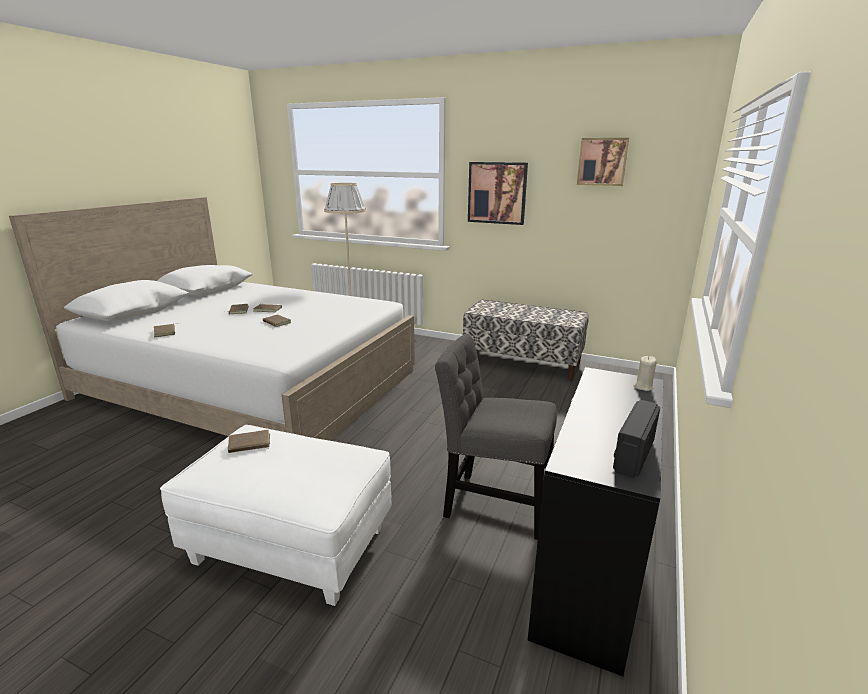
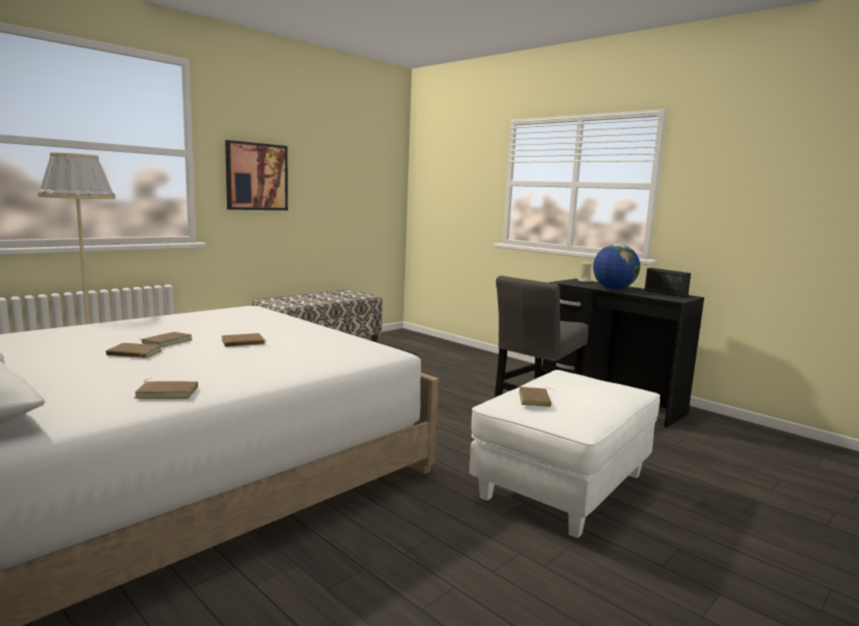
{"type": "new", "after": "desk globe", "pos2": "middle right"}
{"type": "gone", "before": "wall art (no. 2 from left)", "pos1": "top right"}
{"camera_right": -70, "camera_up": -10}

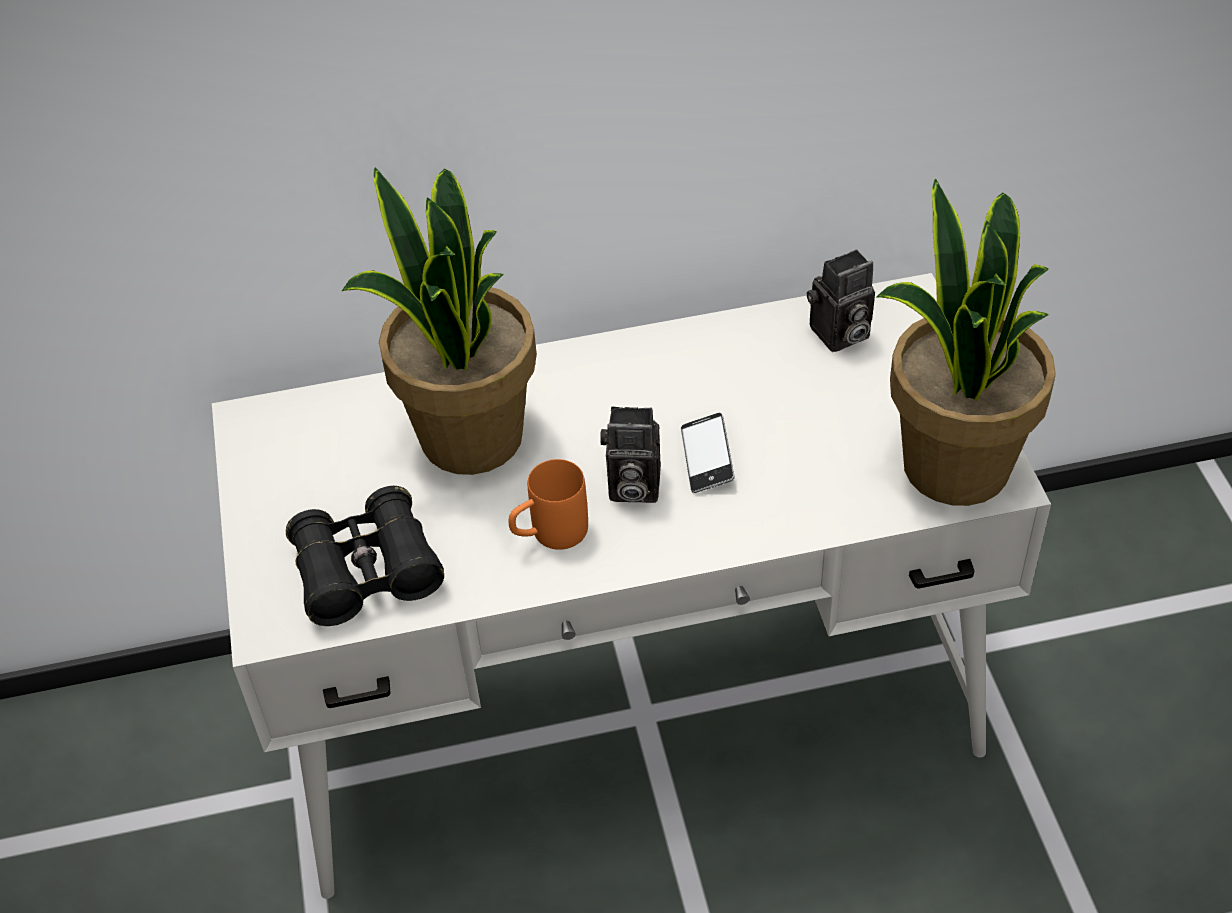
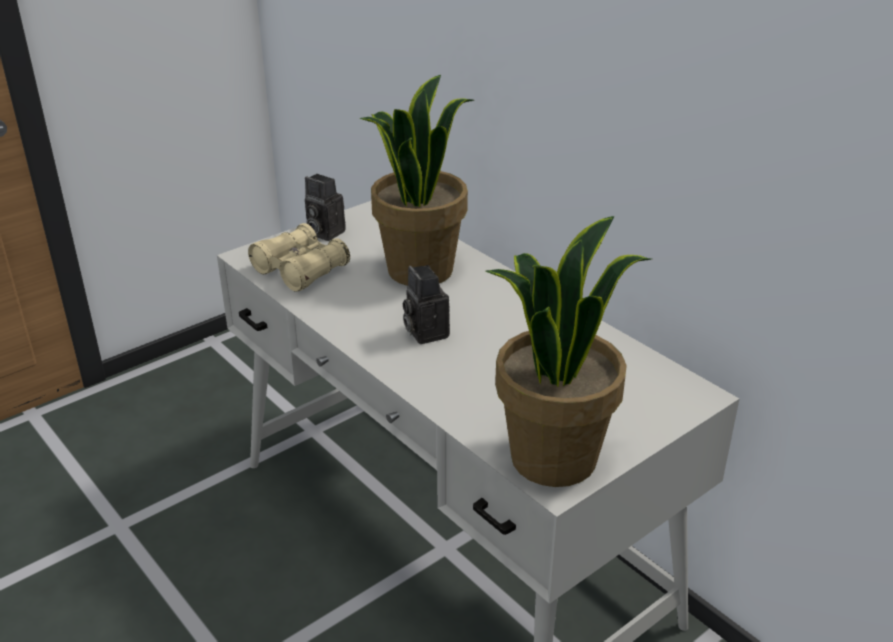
{"type": "repainted", "before": "black field glasses", "after": "beige field glasses", "pos1": "middle left", "pos2": "centre"}
{"type": "shifted", "before": "still camera (no. 2 from left in the first image)", "after": "still camera (no. 1 from left)", "pos1": "top right", "pos2": "top centre"}
{"type": "gone", "before": "orangey mug", "pos1": "centre"}
{"type": "gone", "before": "telephone", "pos1": "centre"}
{"camera_right": 60, "camera_up": -15}

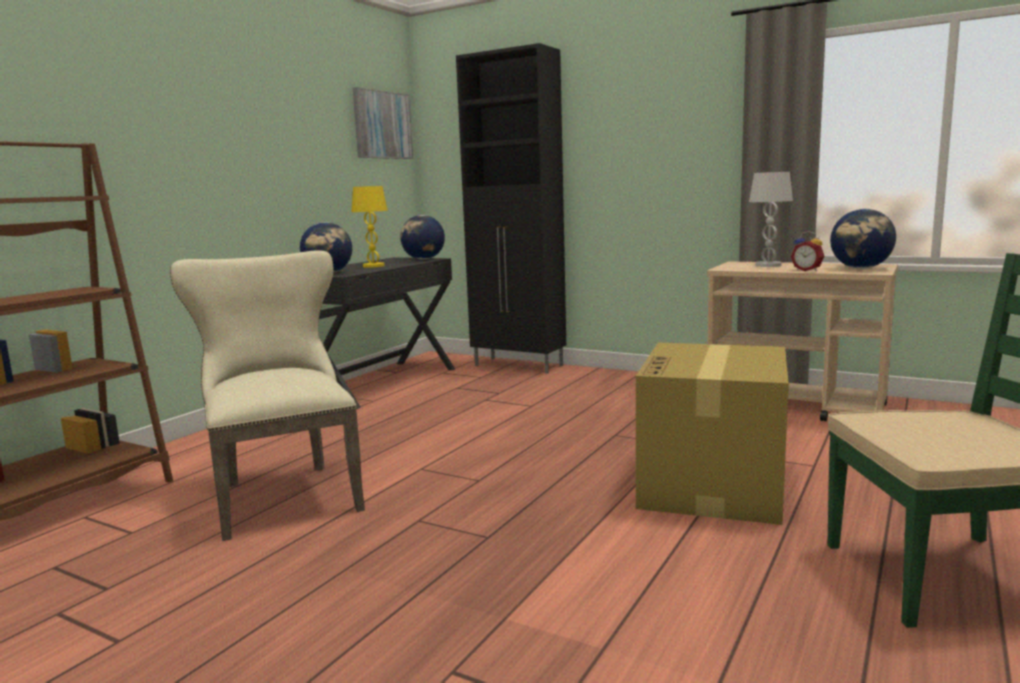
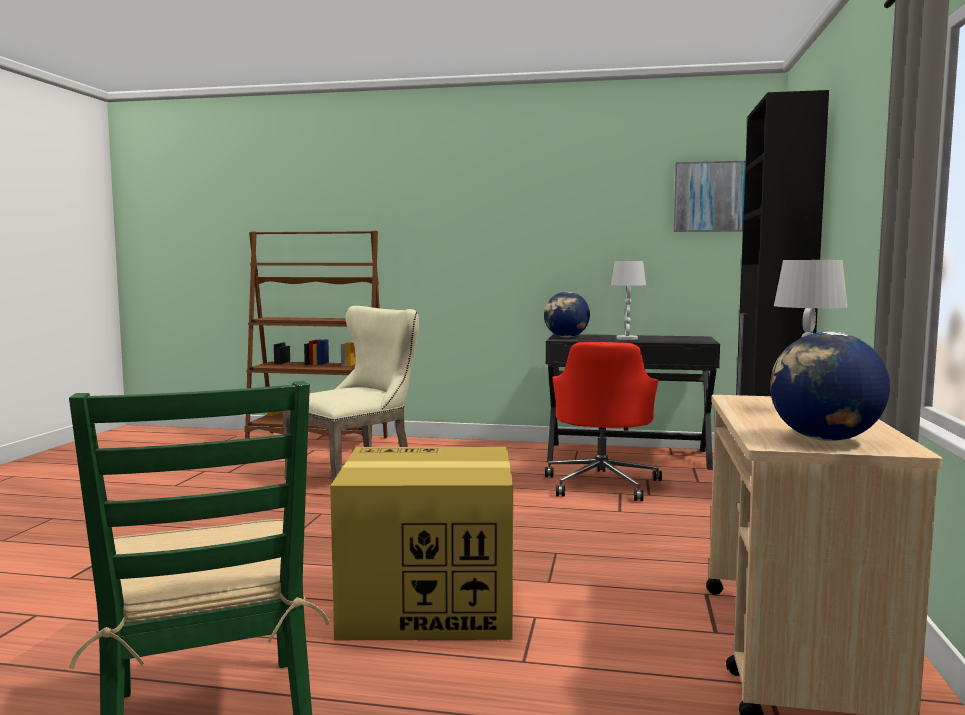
{"type": "new", "after": "reddish desk chair", "pos2": "centre"}
{"type": "repainted", "before": "yellowish tabletop lamp", "after": "white tabletop lamp (no. 1 from left)", "pos1": "top centre", "pos2": "centre"}
{"type": "gone", "before": "desk globe (no. 2 from left)", "pos1": "centre"}
{"type": "gone", "before": "alarm clock", "pos1": "middle right"}
{"camera_right": 70, "camera_up": -5}

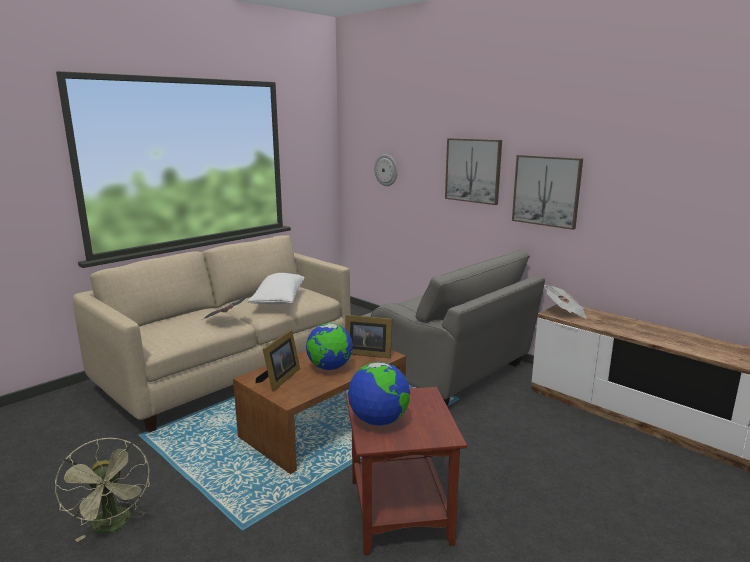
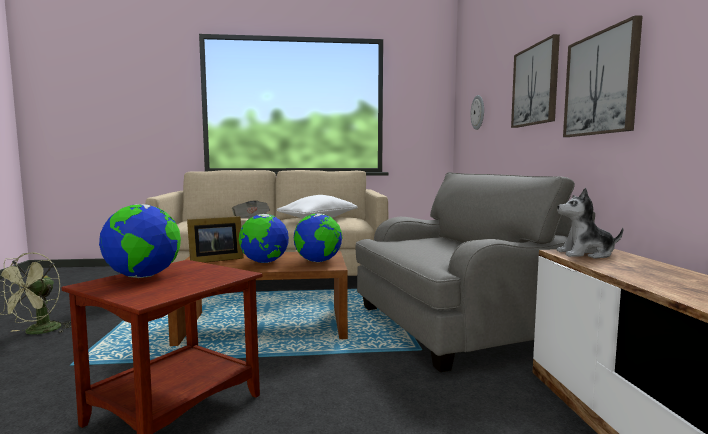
{"type": "swapped", "before": "picture frame (no. 2 from left)", "after": "desk globe (no. 3 from left)", "pos1": "centre", "pos2": "centre"}
{"type": "rotated", "before": "greyish easy chair", "pos1": "centre", "pos2": "middle right", "turn": -105}
{"type": "swapped", "before": "printed paper (no. 2 from left)", "after": "soft toy", "pos1": "middle right", "pos2": "middle right"}
{"camera_right": 40, "camera_up": -10}

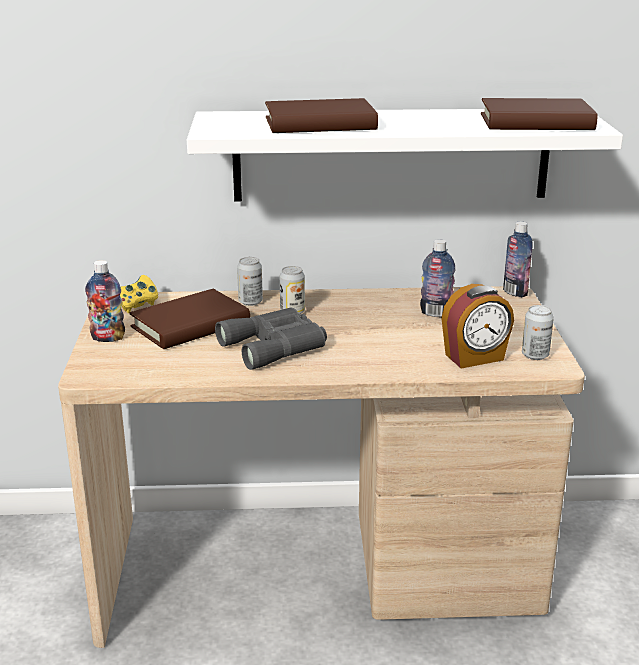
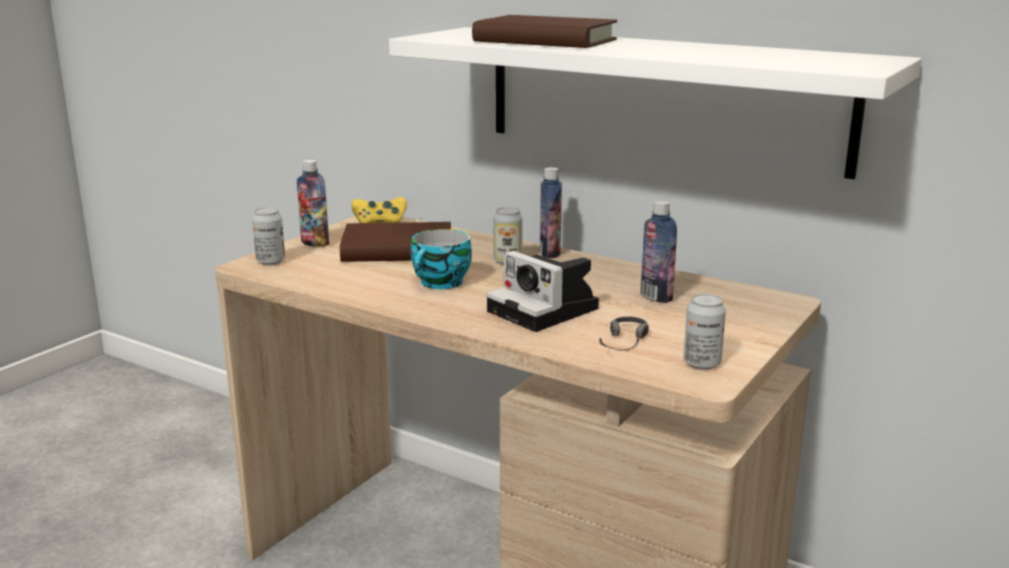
{"type": "shifted", "before": "metal can (no. 1 from left)", "pos1": "centre", "pos2": "middle left"}
{"type": "swapped", "before": "greyish field glasses", "after": "cup", "pos1": "centre", "pos2": "centre"}
{"type": "new", "after": "still camera", "pos2": "centre"}
{"type": "shifted", "before": "bottle (no. 3 from left in the first image)", "after": "bottle (no. 2 from left)", "pos1": "middle right", "pos2": "centre"}
{"type": "swapped", "before": "alarm clock", "after": "headset", "pos1": "middle right", "pos2": "centre"}
{"type": "gone", "before": "brownish volume (no. 3 from left)", "pos1": "top right"}
{"camera_right": 35, "camera_up": -5}

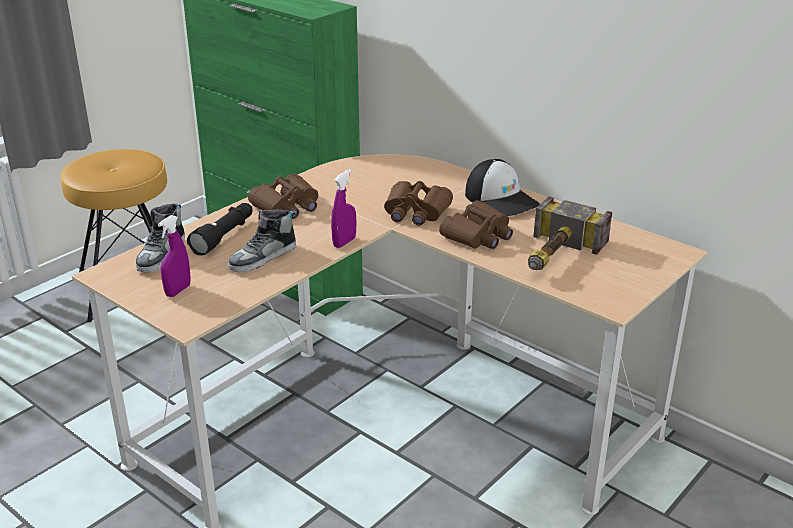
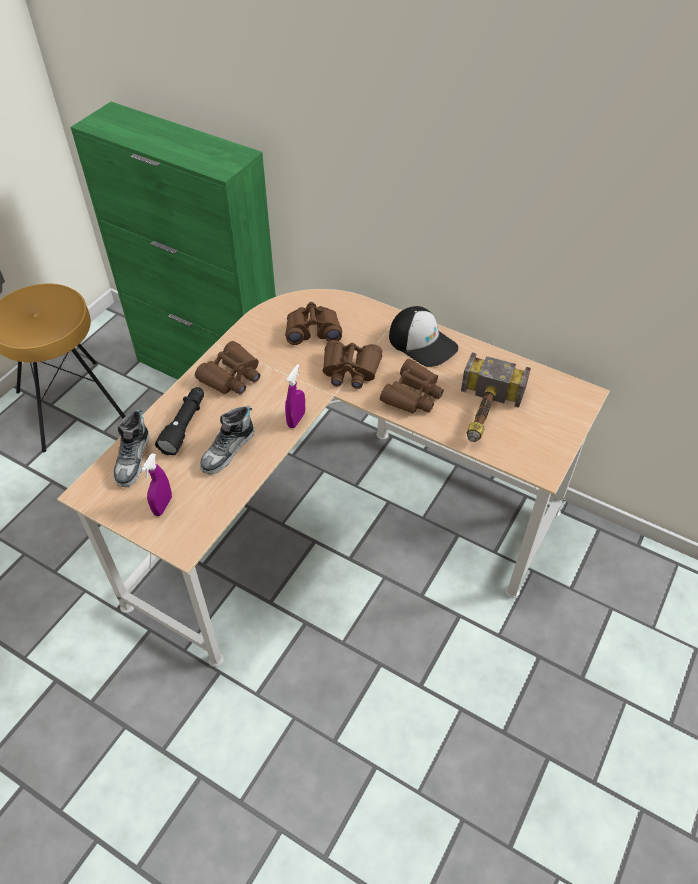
{"type": "new", "after": "brownish field glasses (no. 2 from left)", "pos2": "centre"}
{"camera_right": -10, "camera_up": 20}

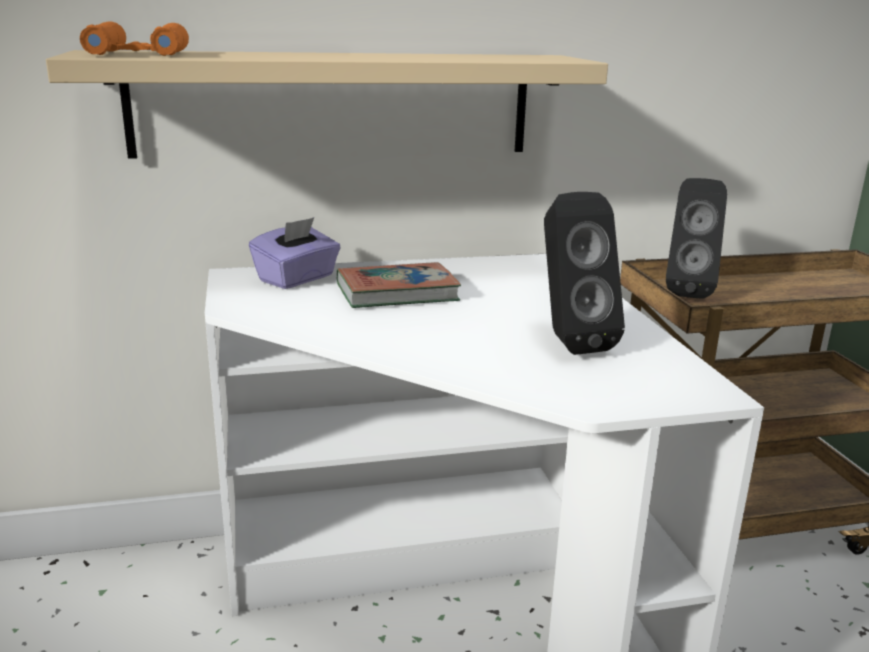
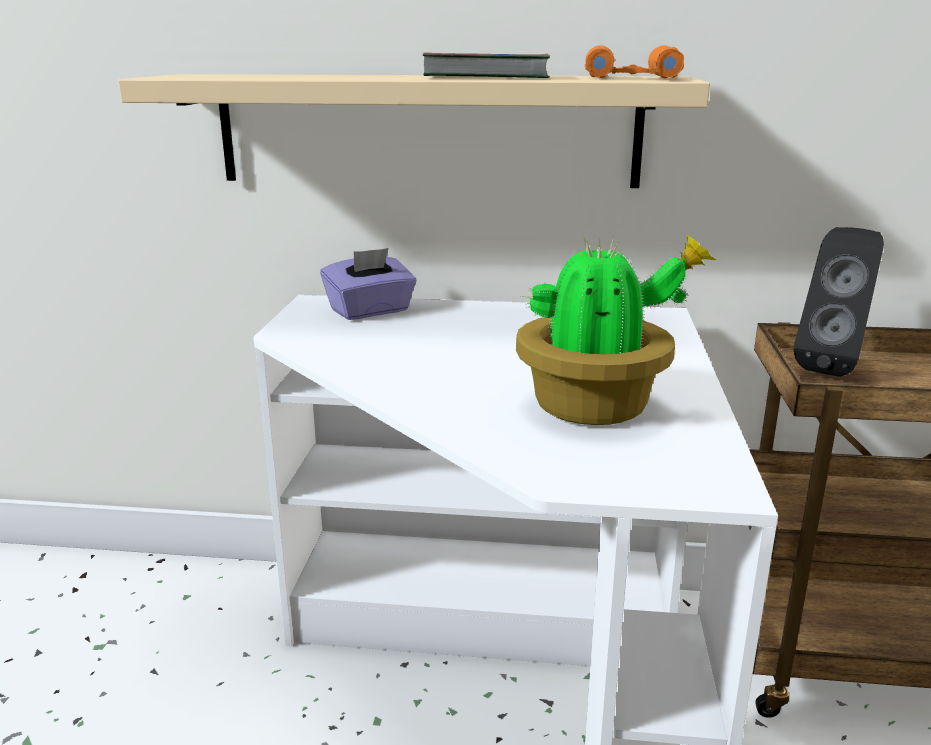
{"type": "shifted", "before": "volume", "pos1": "centre", "pos2": "top centre"}
{"type": "swapped", "before": "black loudspeaker (no. 1 from left)", "after": "plant in a pot", "pos1": "middle right", "pos2": "centre"}
{"type": "shifted", "before": "orangey field glasses", "pos1": "top left", "pos2": "top right"}
{"camera_right": 20, "camera_up": 0}

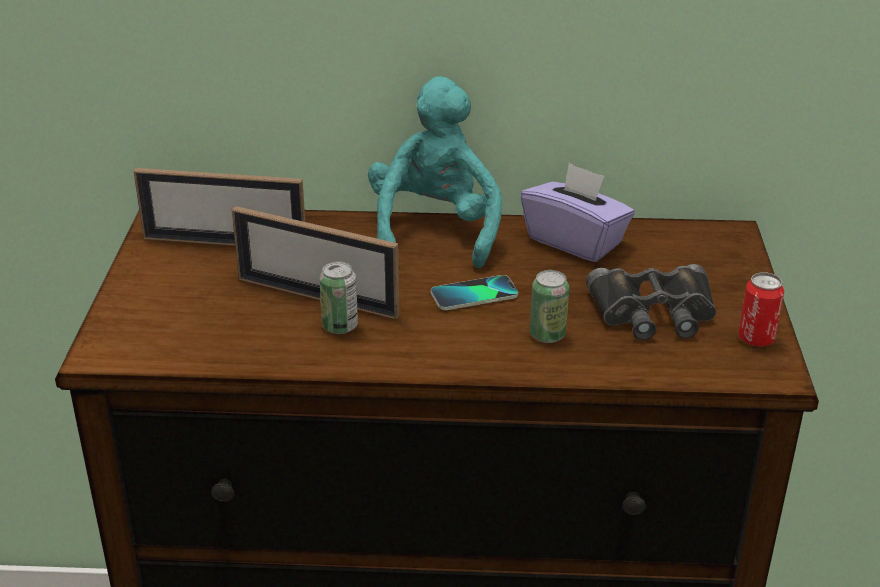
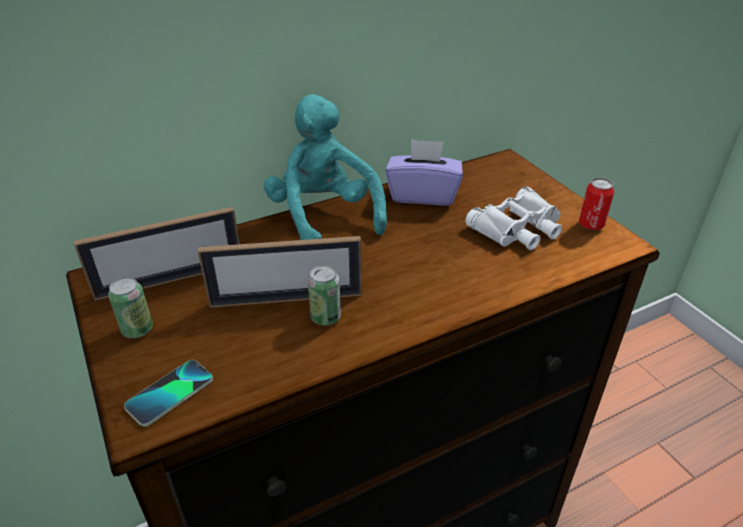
{"type": "shifted", "before": "metal can (no. 2 from left in the first image)", "after": "metal can (no. 1 from left)", "pos1": "centre", "pos2": "middle left"}
{"type": "shifted", "before": "telephone", "pos1": "centre", "pos2": "bottom left"}
{"type": "repainted", "before": "black field glasses", "after": "white field glasses", "pos1": "middle right", "pos2": "middle right"}
{"camera_right": -30, "camera_up": 5}

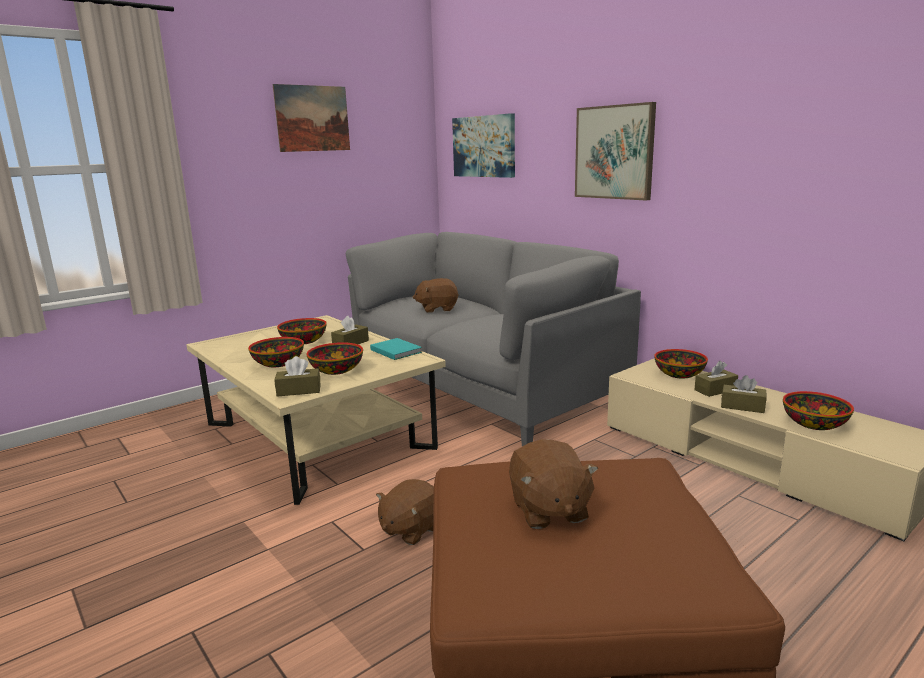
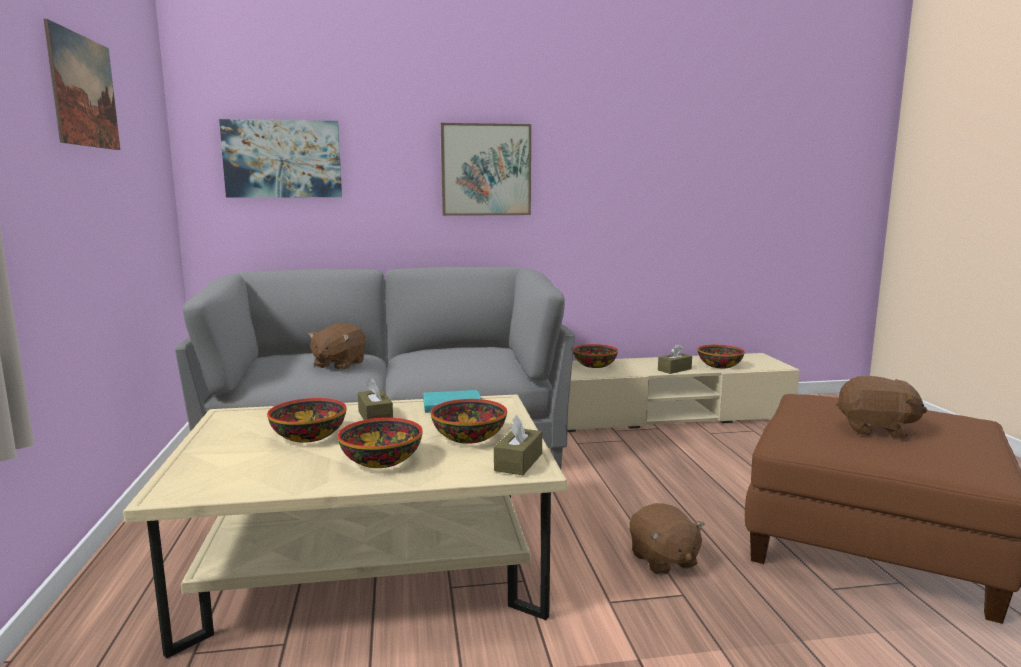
{"type": "gone", "before": "brownish tissue box (no. 3 from left)", "pos1": "middle right"}
{"camera_right": -60, "camera_up": -5}

